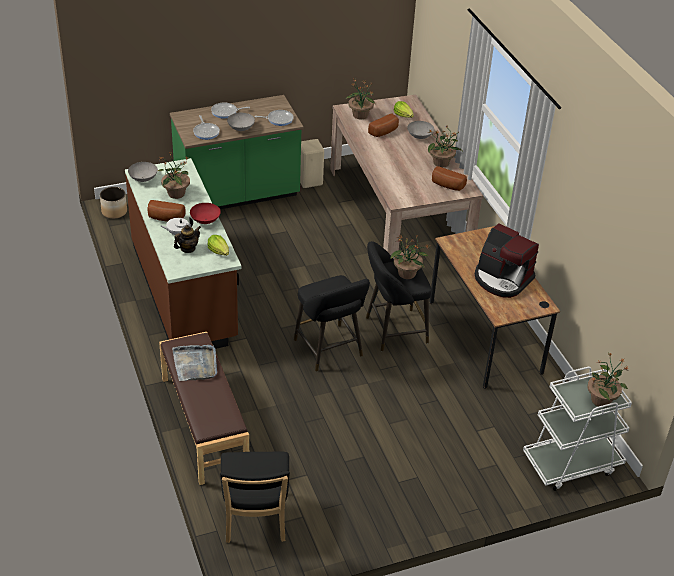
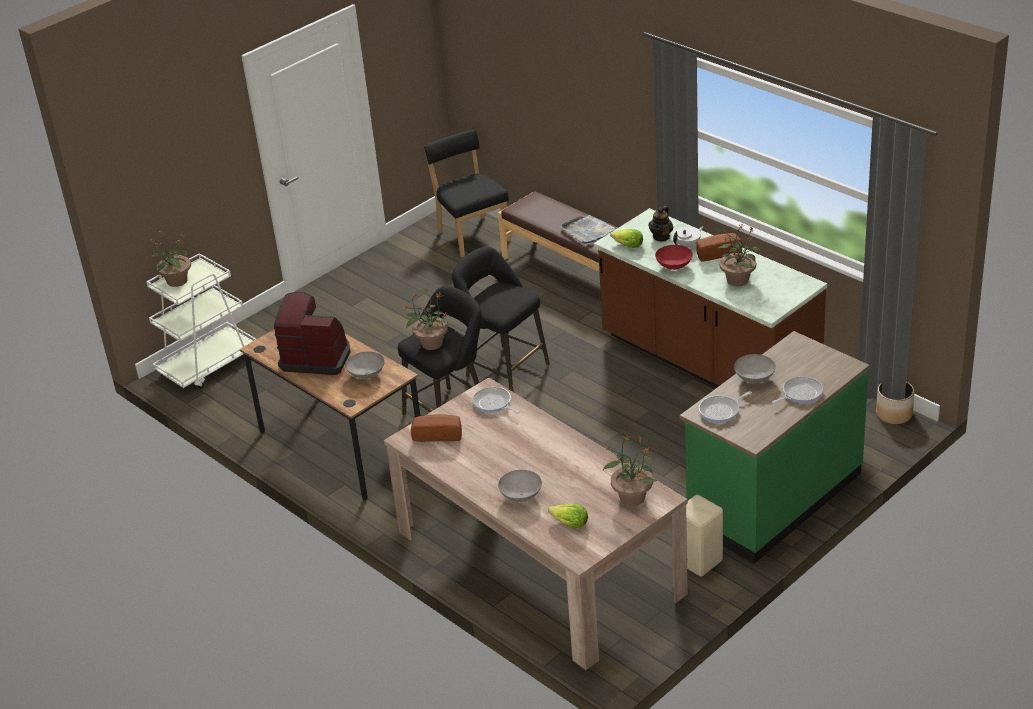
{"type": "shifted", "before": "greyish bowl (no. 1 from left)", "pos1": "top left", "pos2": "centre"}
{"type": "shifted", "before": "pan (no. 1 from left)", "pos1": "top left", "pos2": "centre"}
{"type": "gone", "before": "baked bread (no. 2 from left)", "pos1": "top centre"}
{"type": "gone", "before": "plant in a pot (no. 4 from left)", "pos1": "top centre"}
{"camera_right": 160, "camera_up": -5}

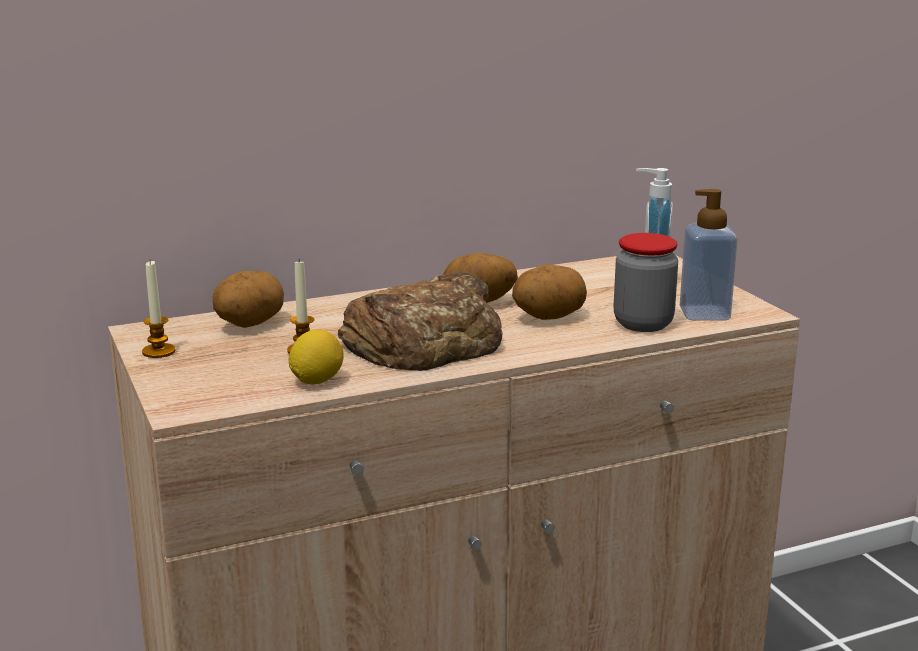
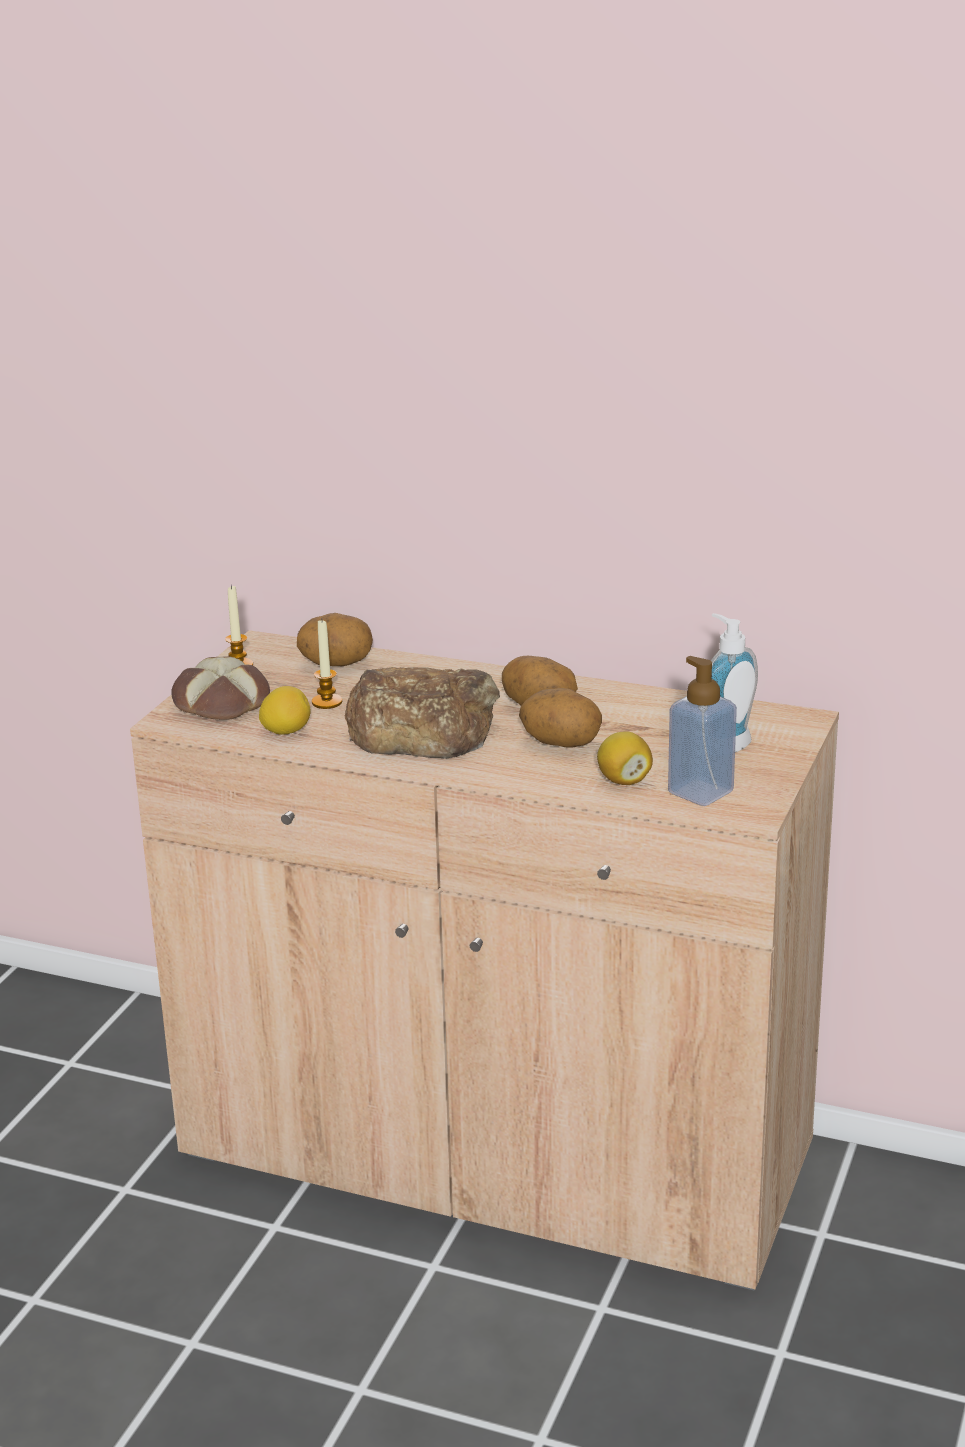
{"type": "new", "after": "baked bread (no. 1 from left)", "pos2": "middle left"}
{"type": "swapped", "before": "preserve jar", "after": "whole lemon (no. 2 from left)", "pos1": "middle right", "pos2": "centre"}
{"camera_right": 45, "camera_up": 5}

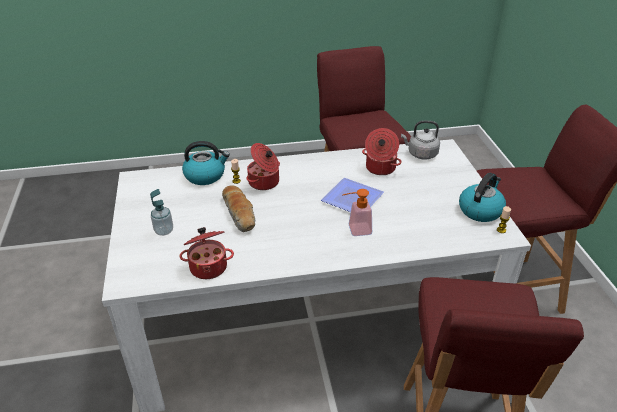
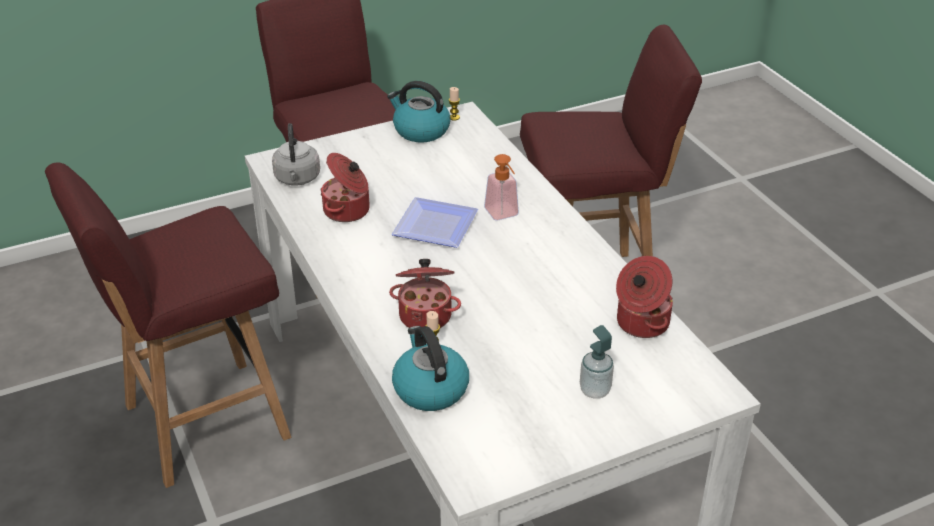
{"type": "gone", "before": "baked bread", "pos1": "centre"}
{"camera_right": -105, "camera_up": 0}

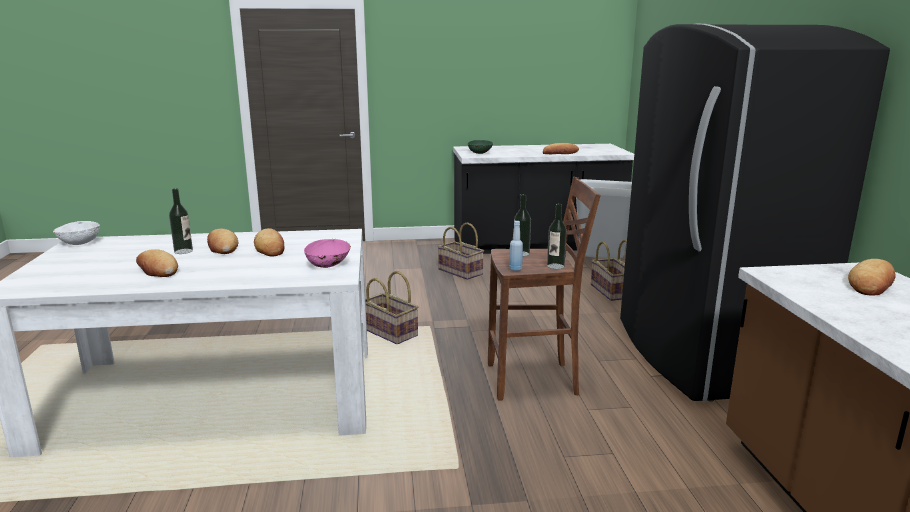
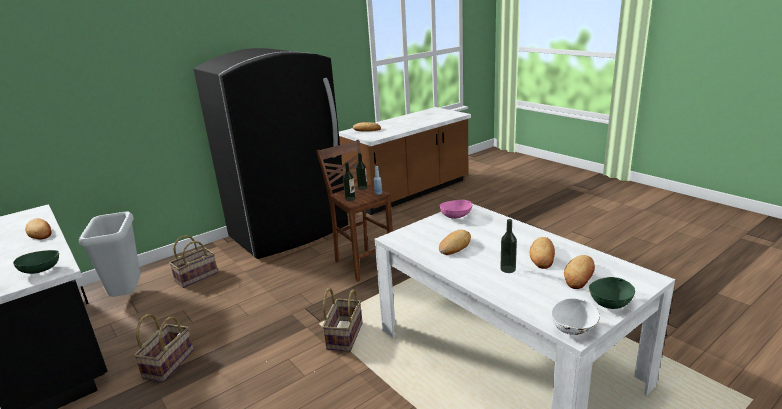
{"type": "shifted", "before": "baked bread (no. 2 from left in the first image)", "after": "baked bread (no. 5 from left)", "pos1": "middle left", "pos2": "middle right"}
{"type": "new", "after": "green bowl (no. 2 from left)", "pos2": "bottom right"}
{"camera_right": -120, "camera_up": 5}

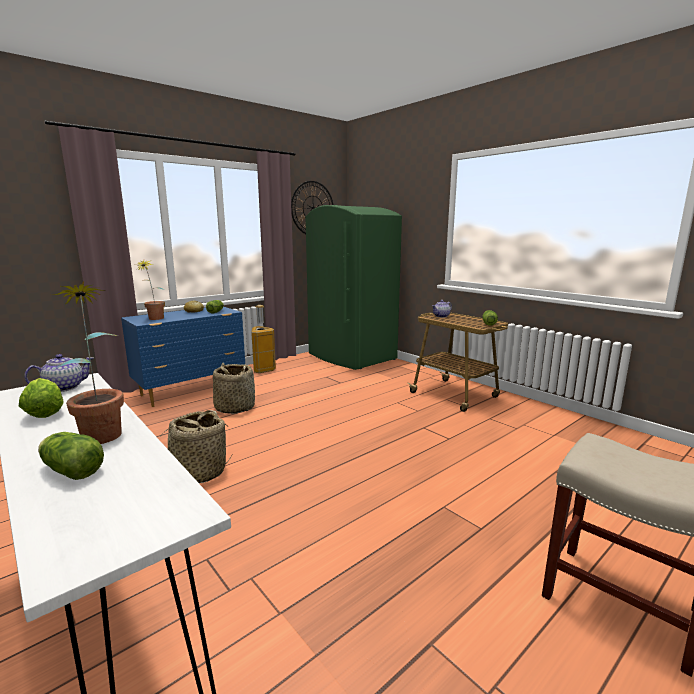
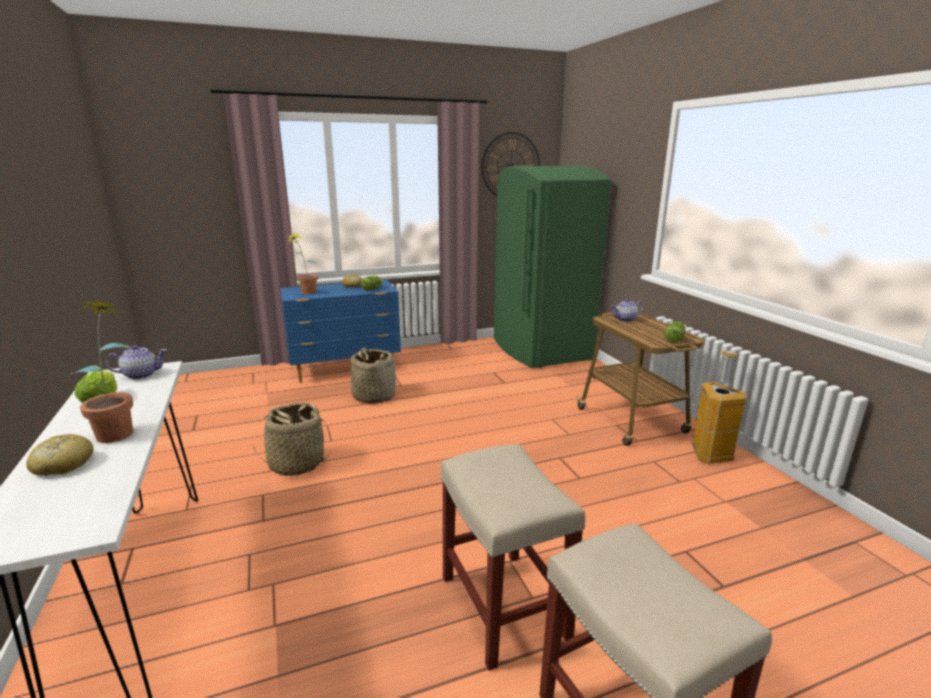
{"type": "swapped", "before": "lettuce head (no. 2 from left)", "after": "baked bread (no. 1 from left)", "pos1": "middle left", "pos2": "middle left"}
{"type": "new", "after": "beige sitting stool (no. 1 from left)", "pos2": "bottom centre"}
{"type": "shifted", "before": "trash can", "pos1": "centre", "pos2": "middle right"}
{"camera_right": 20, "camera_up": 5}

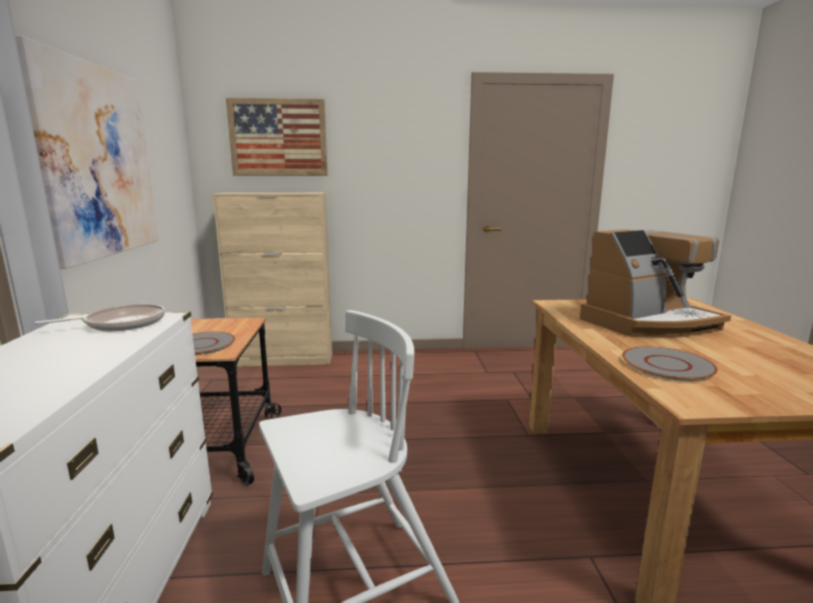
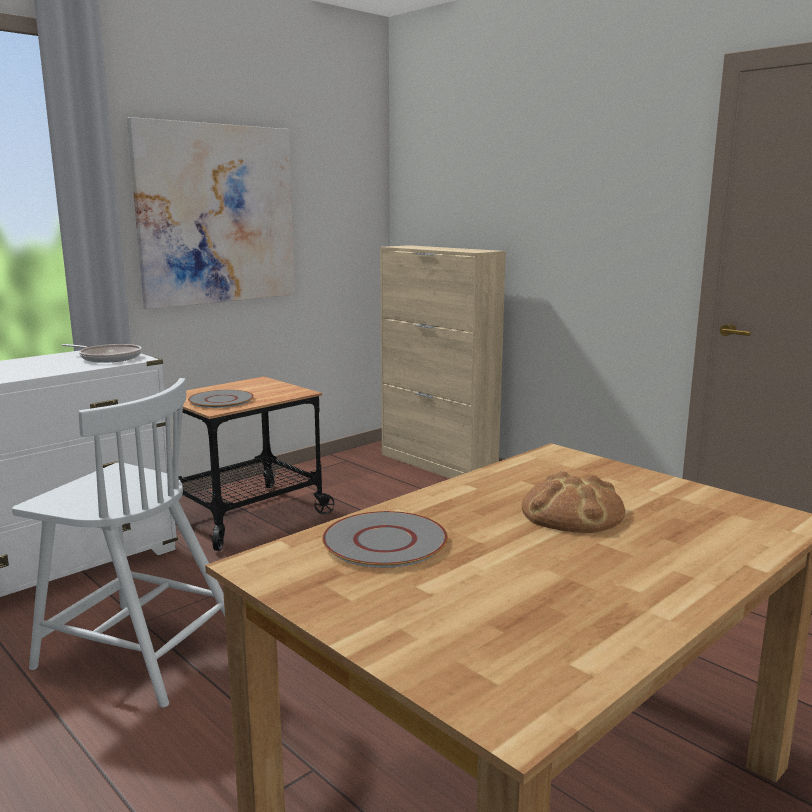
{"type": "swapped", "before": "coffee maker", "after": "baked bread", "pos1": "middle right", "pos2": "middle right"}
{"type": "gone", "before": "wall art (no. 2 from left)", "pos1": "top centre"}
{"camera_right": 50, "camera_up": 0}

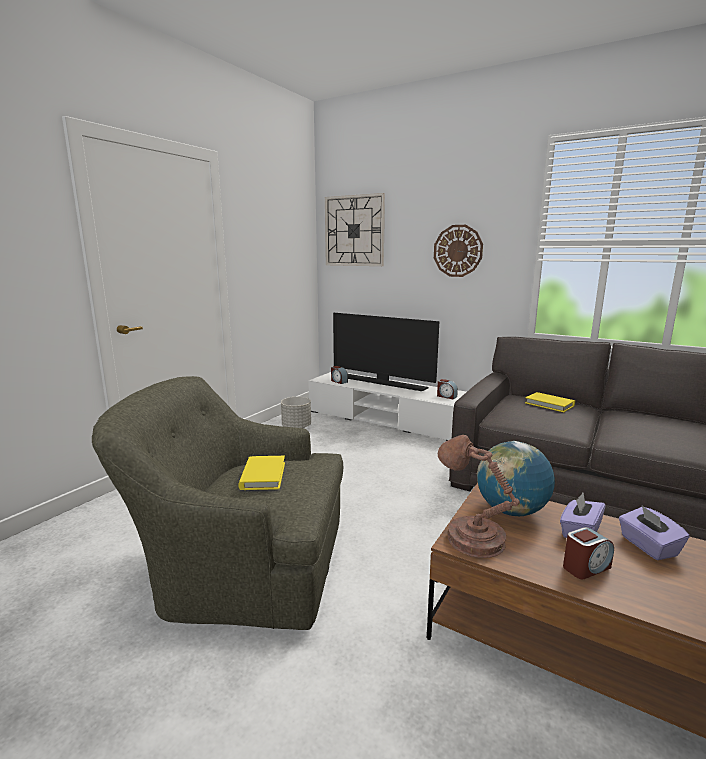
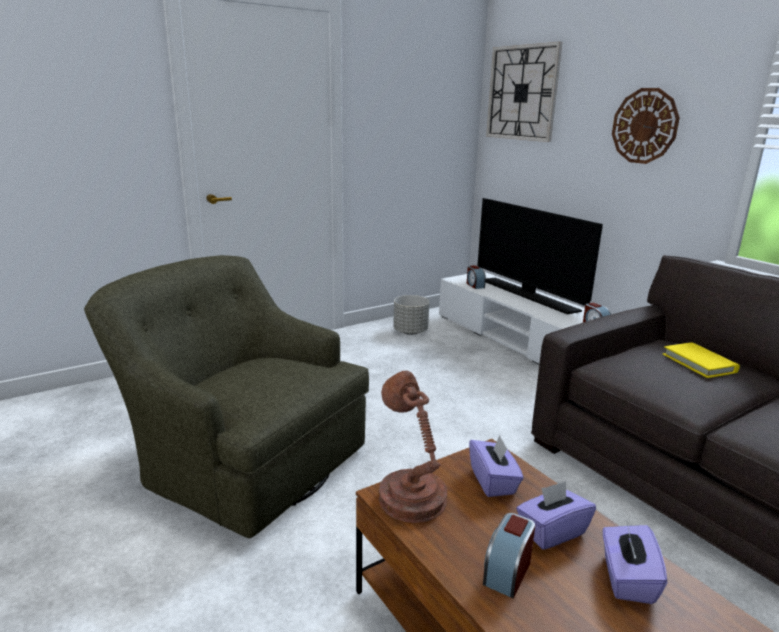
{"type": "swapped", "before": "desk globe", "after": "purple-coloured tissue box (no. 1 from left)", "pos1": "middle right", "pos2": "bottom centre"}
{"type": "rotated", "before": "alarm clock (no. 3 from left in the first image)", "pos1": "bottom right", "pos2": "bottom centre", "turn": 120}
{"type": "gone", "before": "yellowish volume (no. 1 from left)", "pos1": "centre"}
{"camera_right": 25, "camera_up": 5}

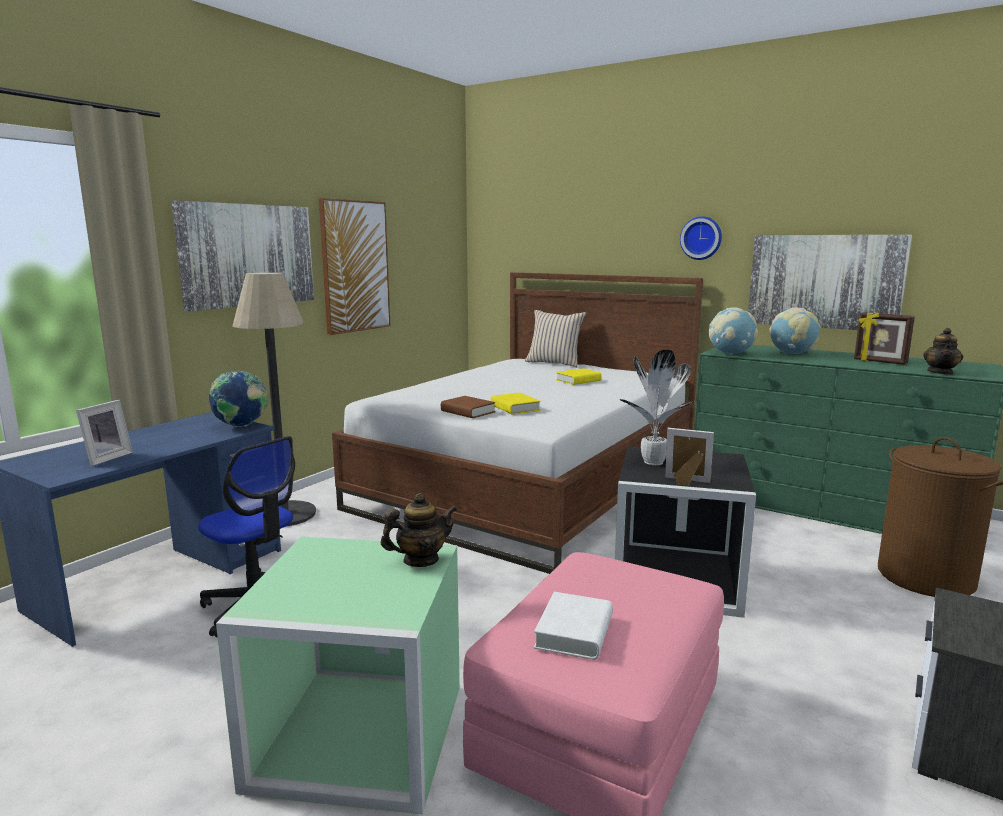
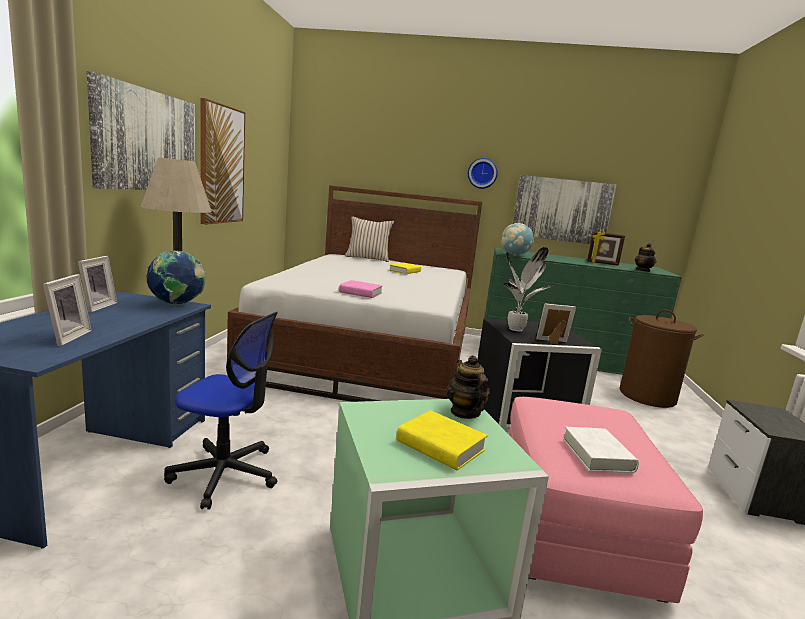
{"type": "new", "after": "picture frame (no. 2 from left)", "pos2": "middle left"}
{"type": "repainted", "before": "brownish volume", "after": "pinkish volume", "pos1": "centre", "pos2": "centre"}
{"type": "shifted", "before": "yellowish volume (no. 1 from left in the first image)", "after": "yellowish volume (no. 2 from left)", "pos1": "centre", "pos2": "bottom centre"}
{"type": "rotated", "before": "tea pot (no. 1 from left)", "pos1": "centre", "pos2": "centre", "turn": -60}
{"type": "gone", "before": "desk globe (no. 3 from left)", "pos1": "middle right"}
{"camera_right": -25, "camera_up": 0}

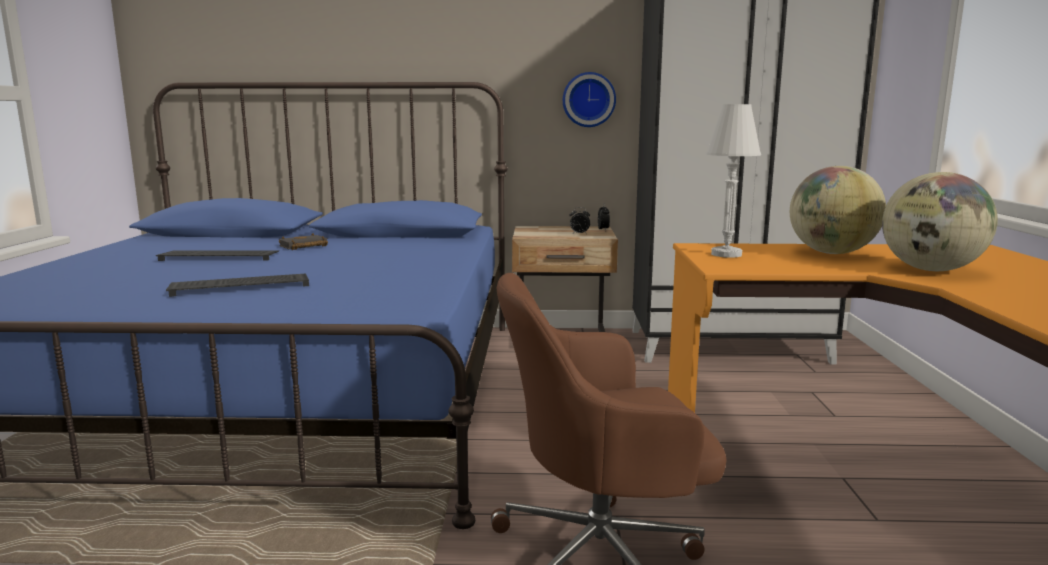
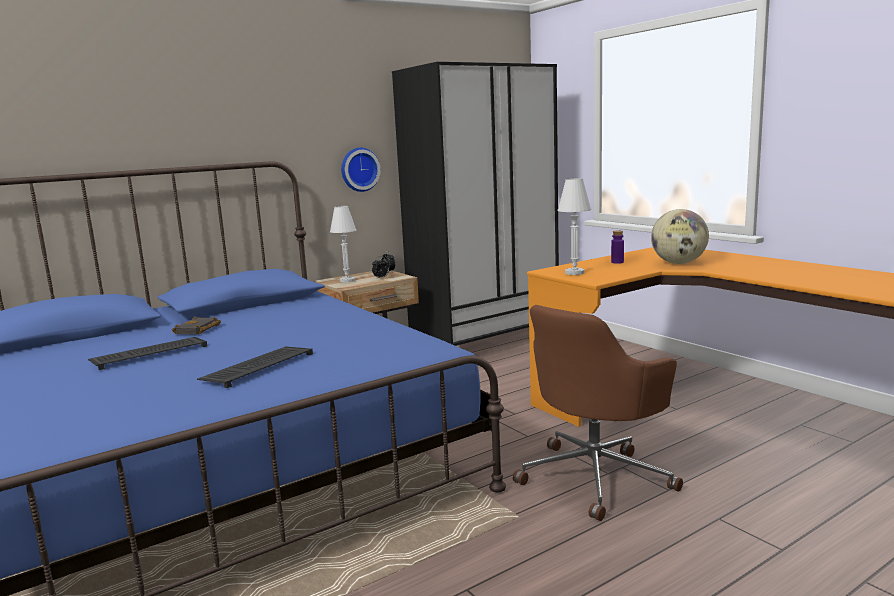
{"type": "new", "after": "white tabletop lamp (no. 1 from left)", "pos2": "centre"}
{"type": "swapped", "before": "desk globe (no. 1 from left)", "after": "purple-coloured bottle", "pos1": "middle right", "pos2": "middle right"}
{"camera_right": -35, "camera_up": 0}

